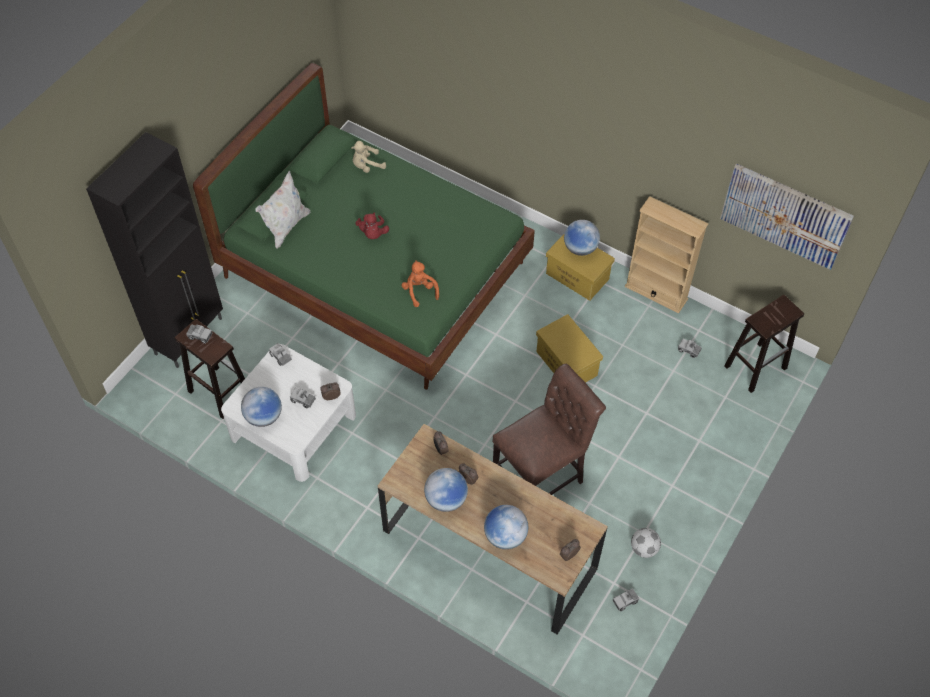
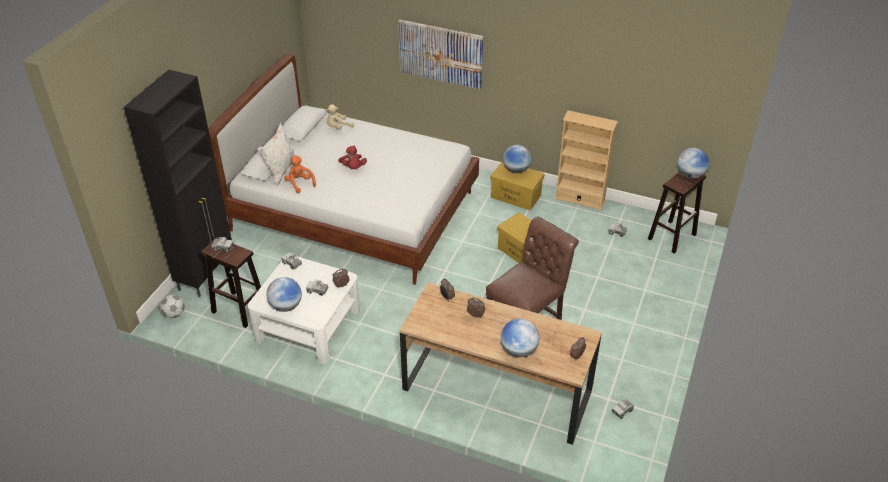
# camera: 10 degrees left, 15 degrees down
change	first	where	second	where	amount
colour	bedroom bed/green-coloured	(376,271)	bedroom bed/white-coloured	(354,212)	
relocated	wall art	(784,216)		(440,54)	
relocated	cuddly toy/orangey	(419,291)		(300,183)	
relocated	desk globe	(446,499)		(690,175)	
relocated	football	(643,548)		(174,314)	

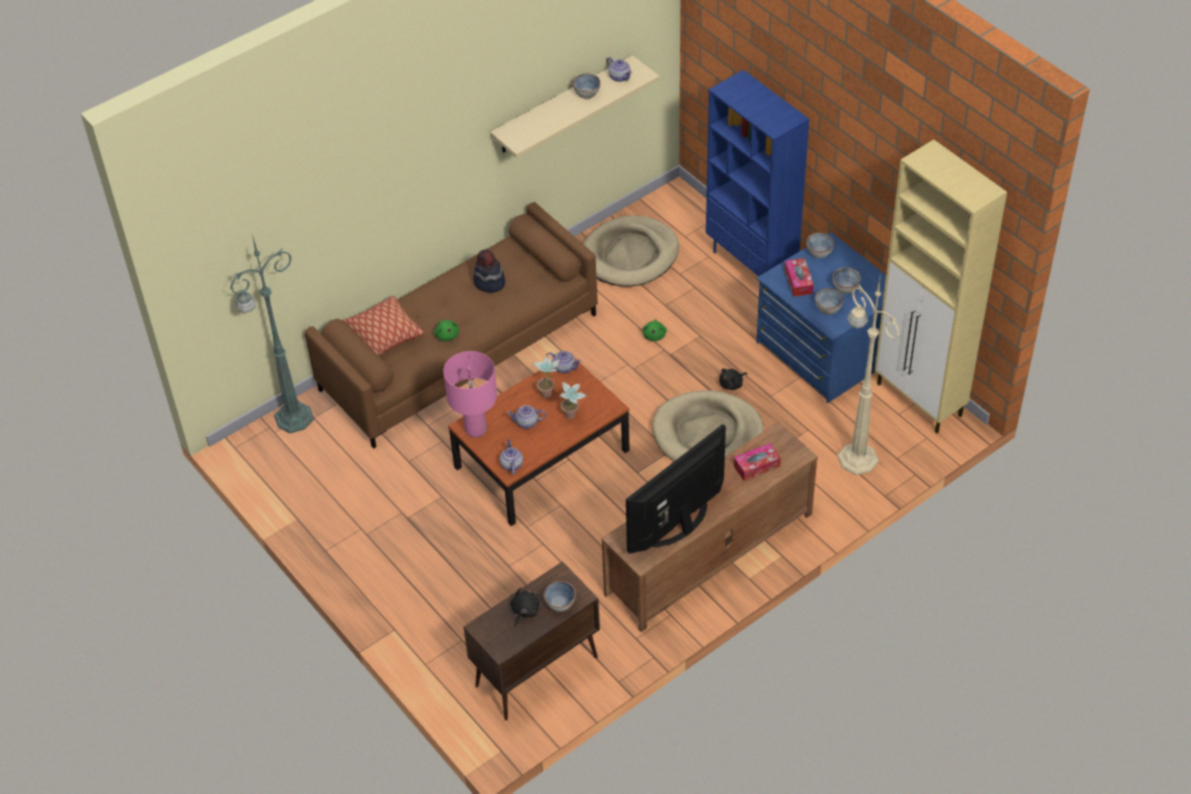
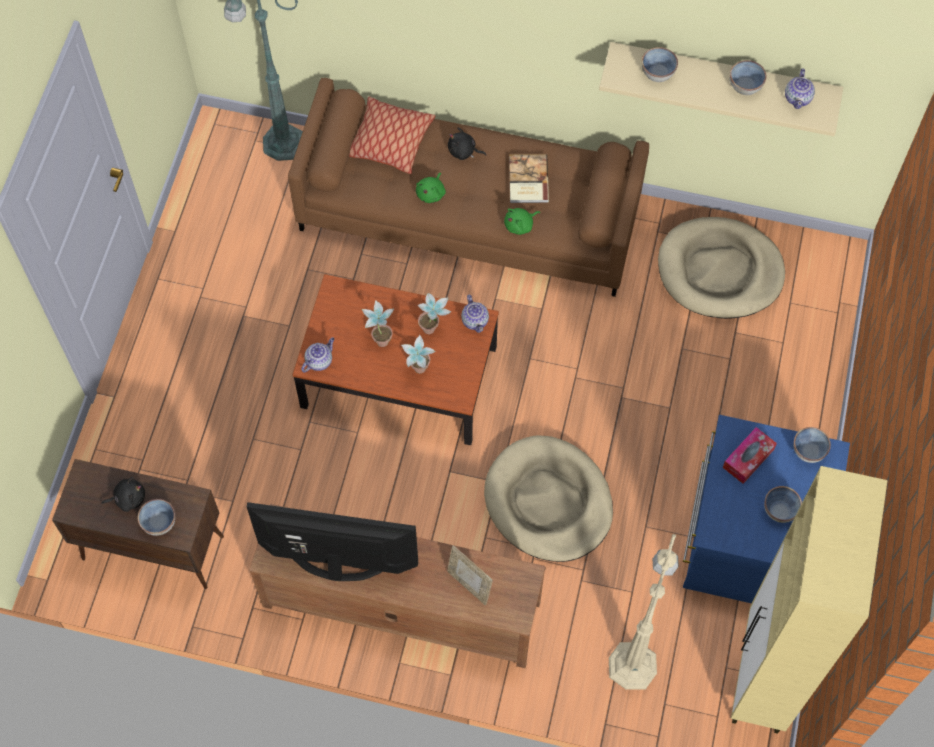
# camera: 50 degrees right, 15 degrees up
change	first	where	second	where	amount
missing	bookcase/blue	(752,264)			
exchanged	wearable hat	(489,282)	bound book	(527,180)	
relocated	bowl	(828,308)		(657,73)	
relocated	cuddly toy/green-coloured	(654,335)		(520,225)	
missing	tabletop lamp/pinkish	(475,429)			
relocated	cuddly toy/blackish	(732,384)		(463,151)	
exchanged	pot for tea	(527,423)	houseplant	(380,338)	
exchanged	box of tissues	(756,466)	standing frame	(469,585)	

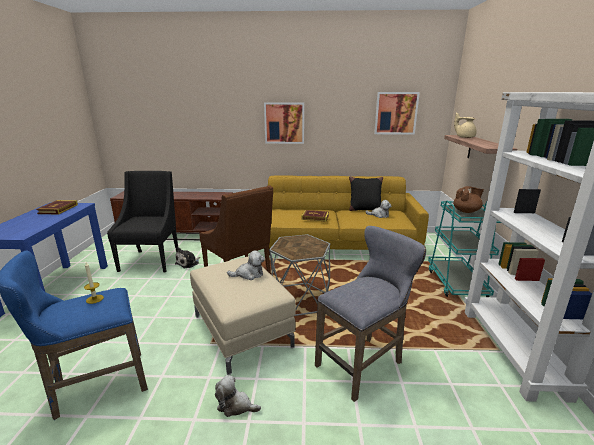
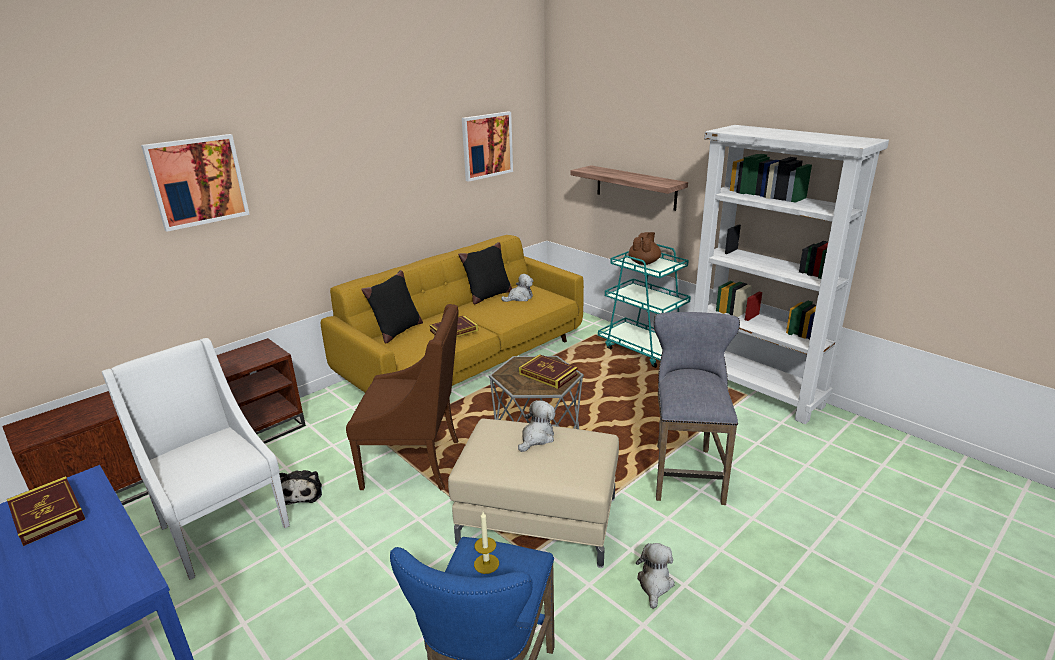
# camera: 45 degrees left, 5 degrees up
change	first	where	second	where	amount
relocated	wall art	(284,123)		(197,181)	
missing	pot for tea/beige	(464,137)			
colour	lounge chair/blackish	(151,260)	lounge chair/white-coloured	(221,525)	
spun	cuddly toy	(235,405)		(654,584)	135 degrees clockwise
appeared			pillow/blackish	(397,332)	
appeared			bound book	(548,374)	

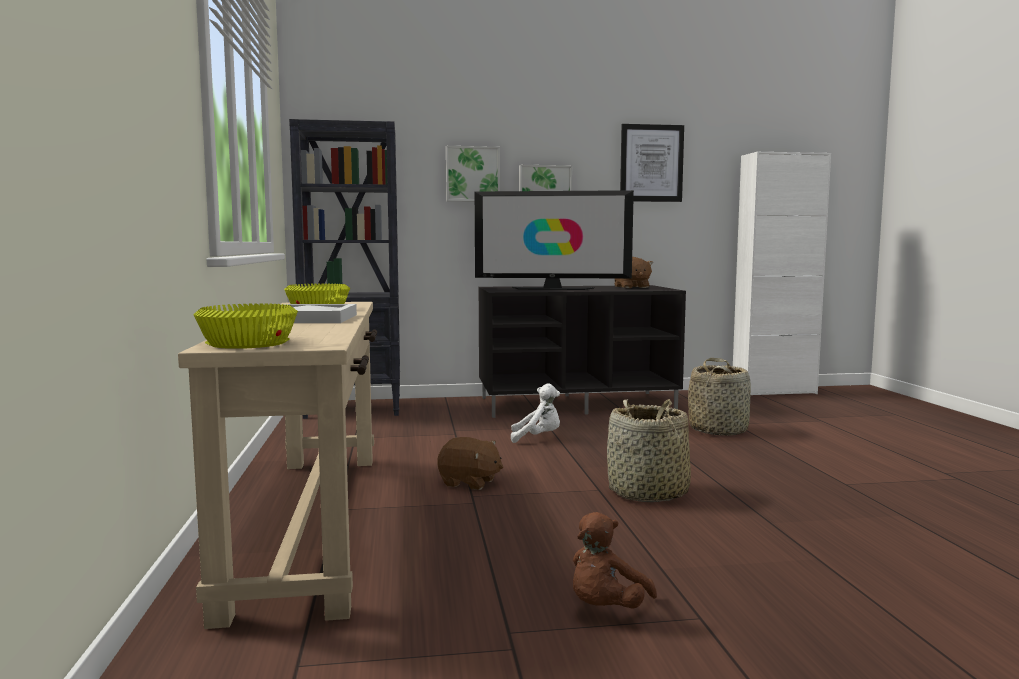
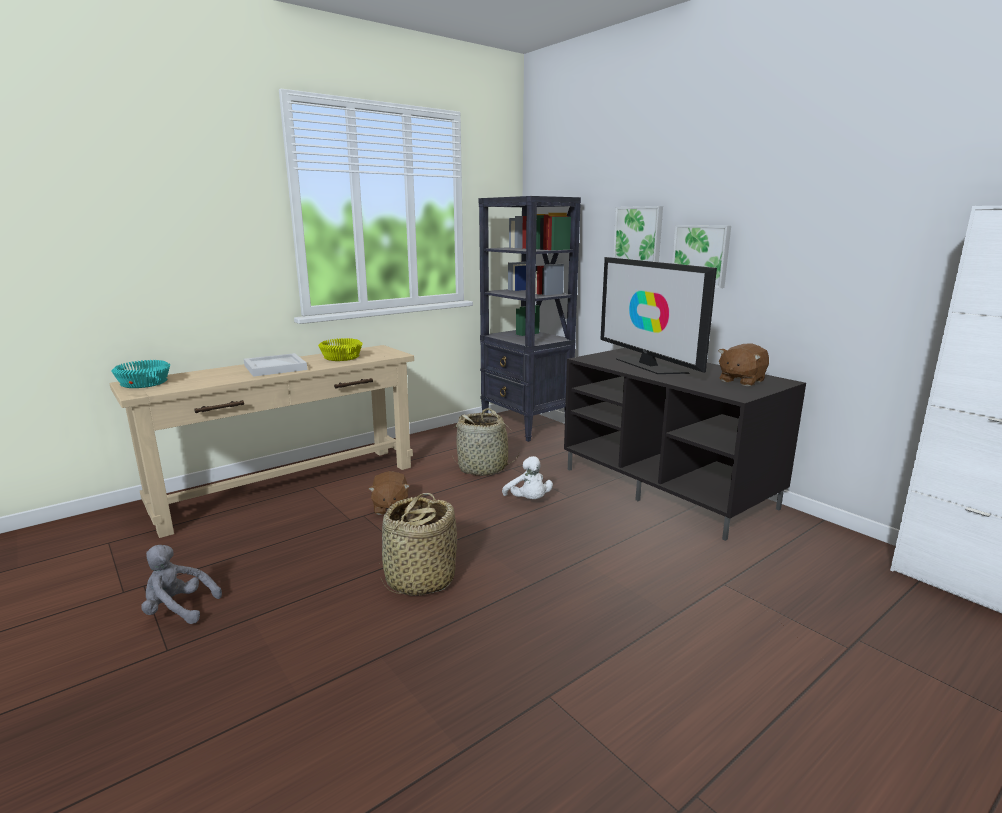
# camera: 60 degrees right, 10 degrees up
change	first	where	second	where	amount
missing	wall art	(651,163)			
colour	bowl/yellow	(248,343)	bowl/blue-green	(143,383)	
relocated	storage basket	(718,430)		(483,468)	
colour	cuddly toy/brown	(606,609)	cuddly toy/gray	(178,609)	

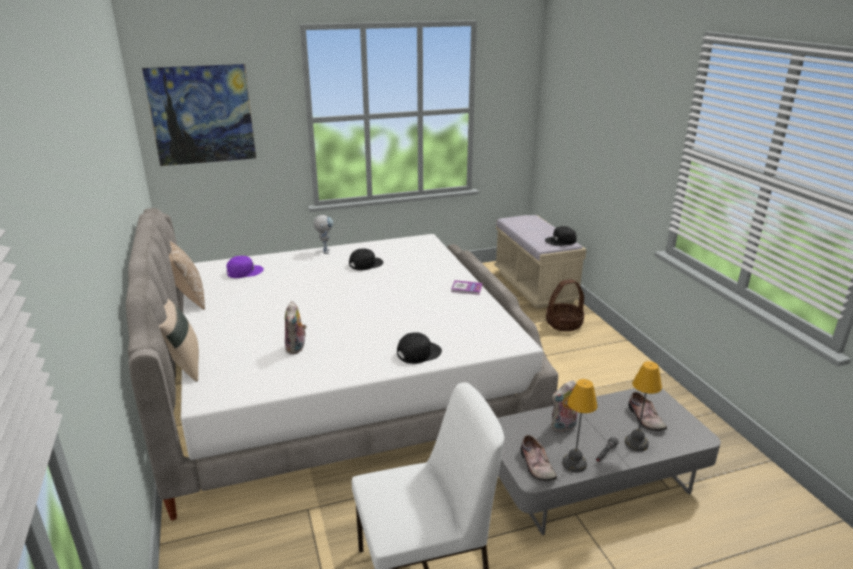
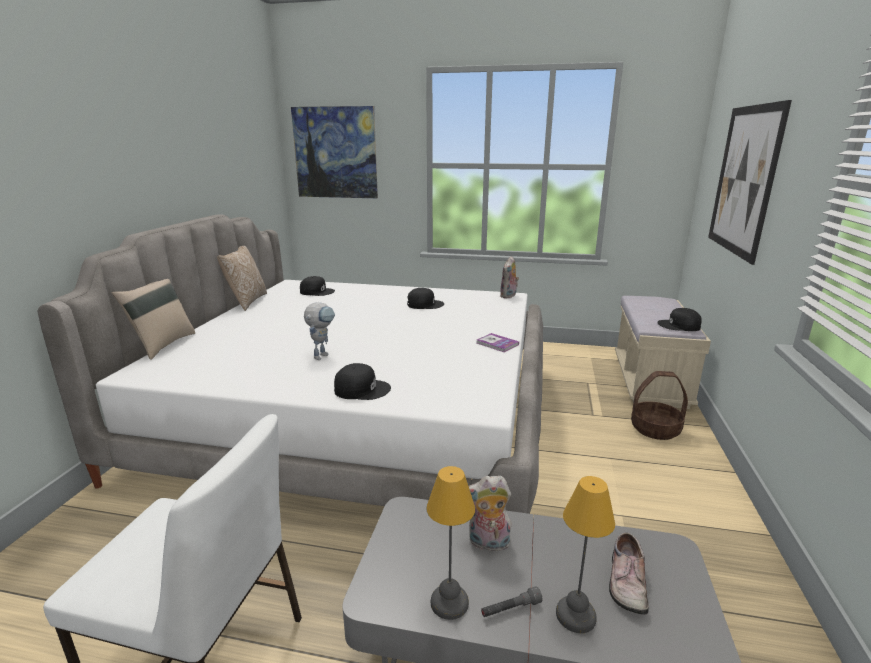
# camera: 30 degrees right, 5 degrees down
change	first	where	second	where	amount
relocated	model robot	(325,250)		(322,354)	
colour	cap/purple-coloured	(244,271)	cap/blackish	(317,291)	
relocated	cuddly toy	(297,348)		(509,296)	
missing	shoe	(535,465)			
appeared			wall art	(744,180)	

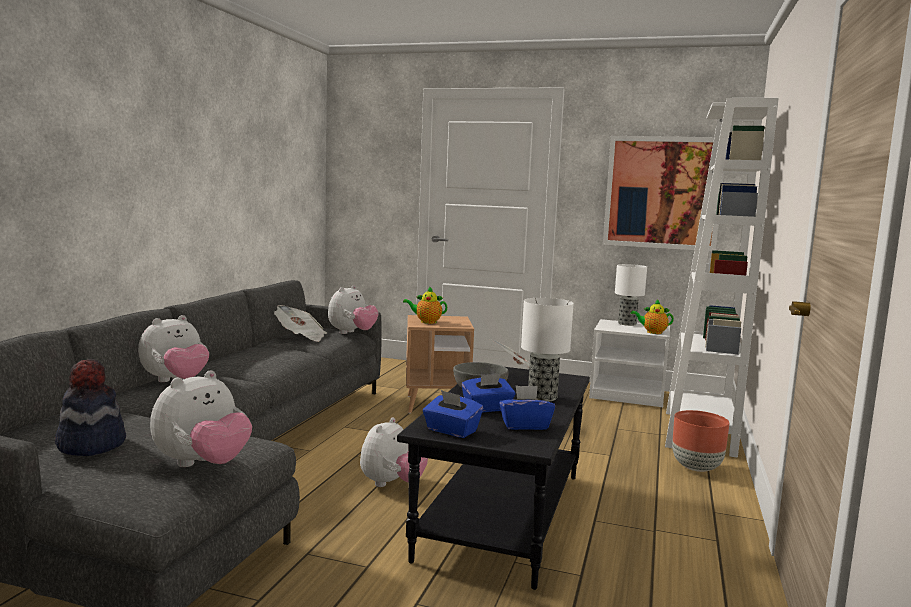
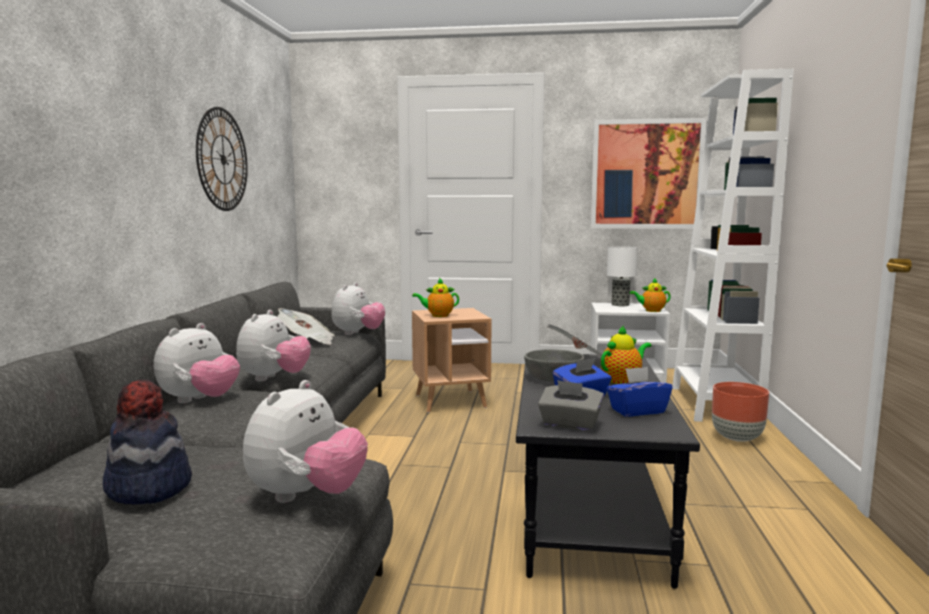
# camera: 10 degrees left, 0 degrees up
change	first	where	second	where	amount
exchanged	tabletop lamp	(542,397)	pot for tea	(622,380)	
colour	box of tissues/blue	(451,431)	box of tissues/gray	(570,424)	
relocated	cuddly toy	(392,484)		(274,378)	
appeared			clock on the wall	(223,159)	

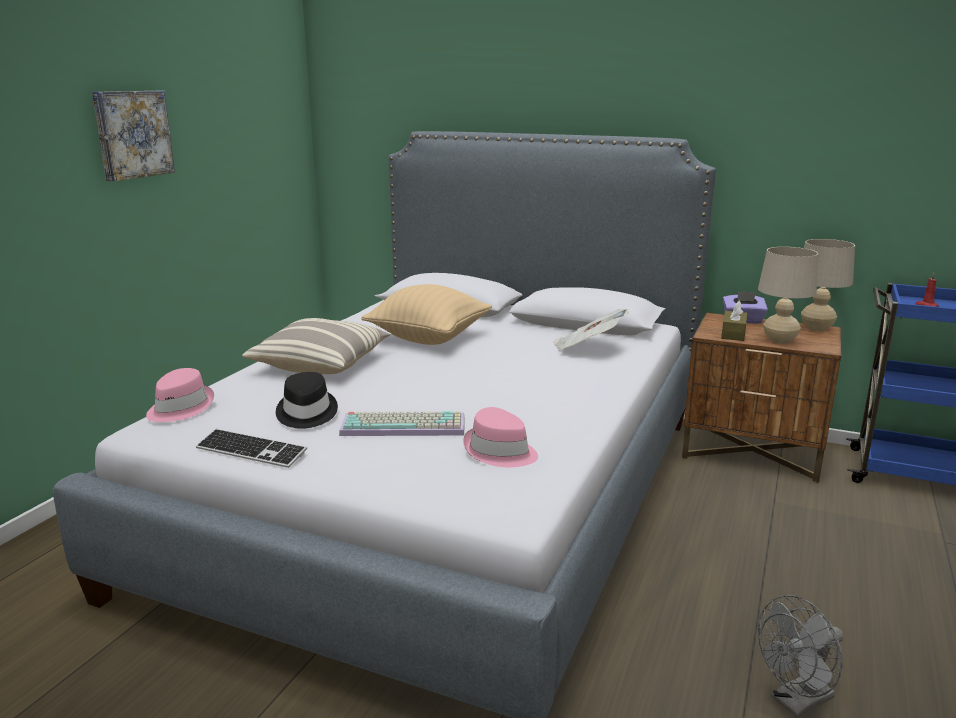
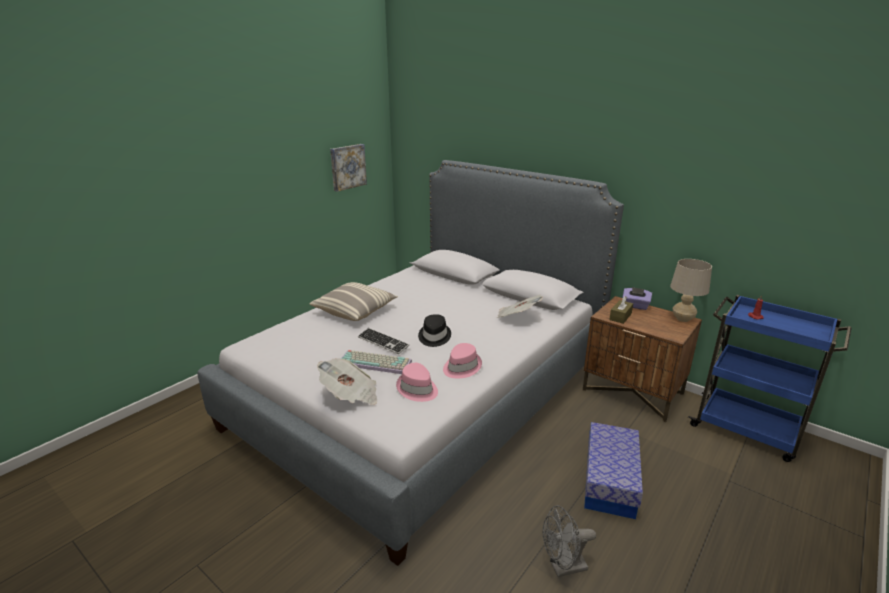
# camera: 15 degrees right, 5 degrees up
change	first	where	second	where	amount
relocated	wall art	(132,134)		(347,167)	
missing	tabletop lamp/beige	(779,341)			
missing	pillow/beige	(429,338)			
relocated	wearable hat/pinkish	(179,408)		(461,367)	
relocated	wearable hat/blackish	(306,413)		(434,337)	
relocated	computer keyboard	(251,451)		(383,342)	
appeared			newspaper	(350,395)	
appeared			storage bin	(610,481)	

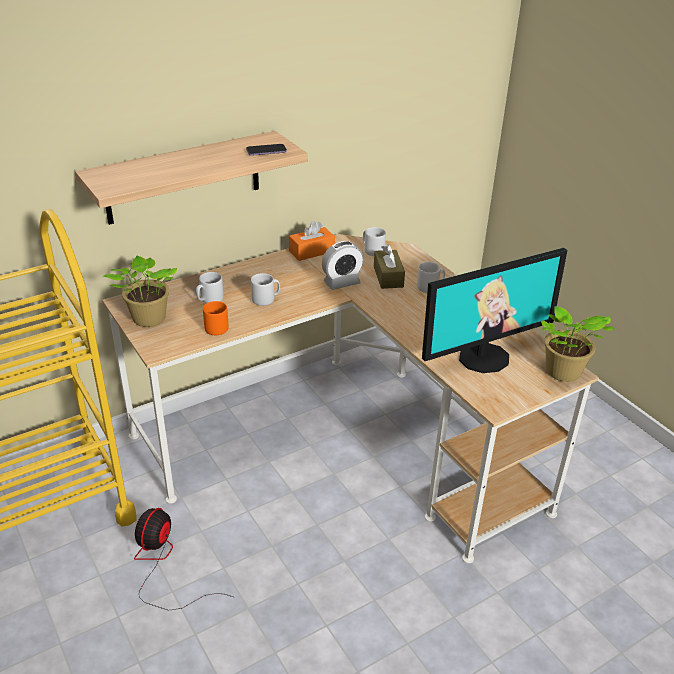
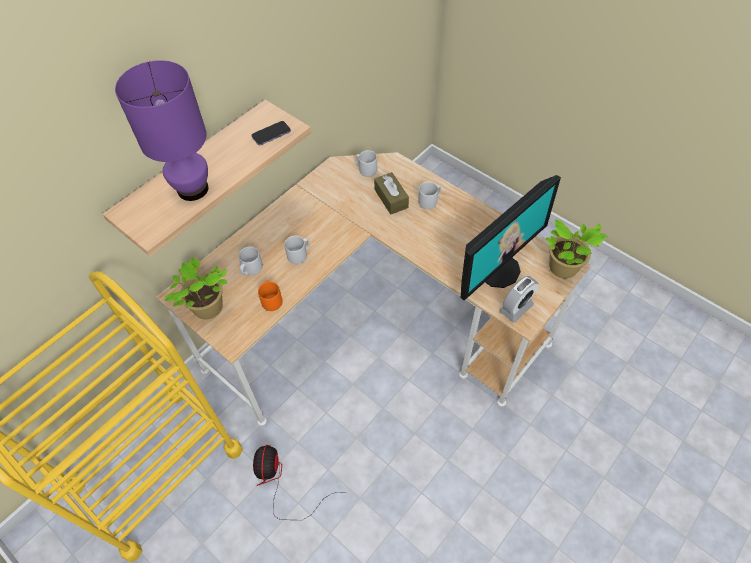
# camera: 15 degrees left, 20 degrees up
change	first	where	second	where	amount
missing	box of tissues/orangey	(311,251)			
relocated	bedside clock	(342,283)		(516,308)	
appeared			tabletop lamp/purple-coloured	(193,188)	

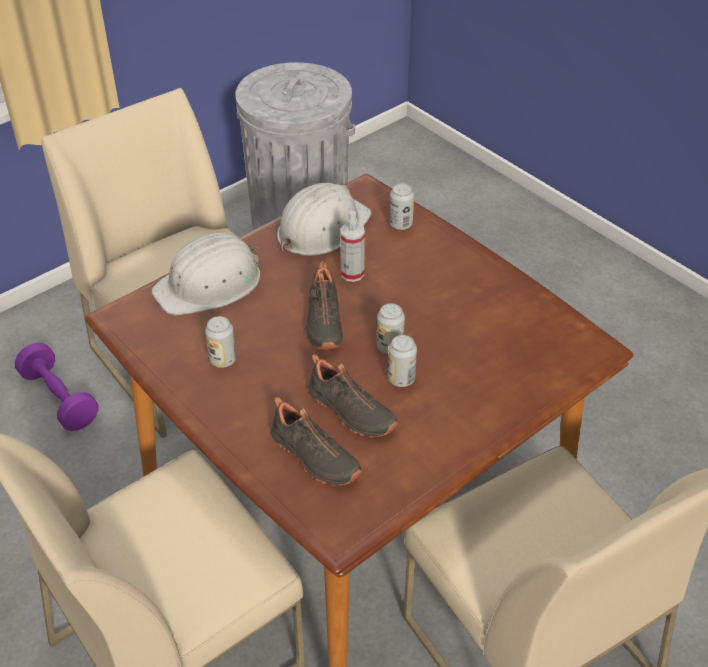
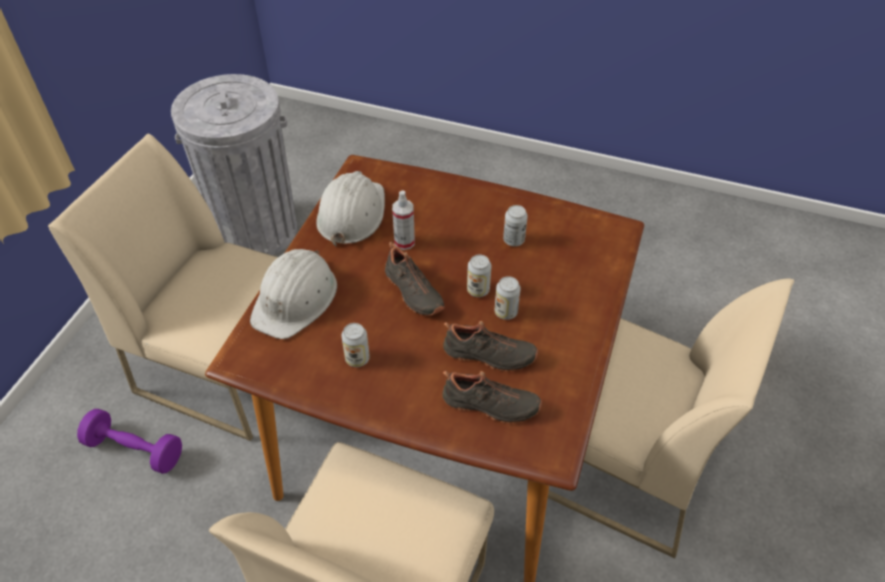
# camera: 30 degrees left, 5 degrees up
change	first	where	second	where	amount
relocated	metal can	(400,224)		(513,240)	

